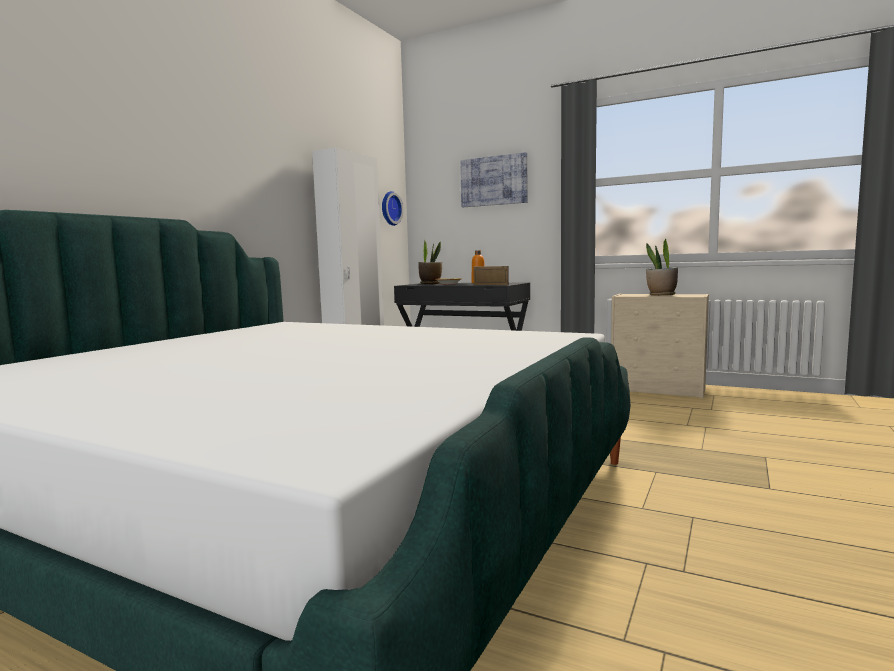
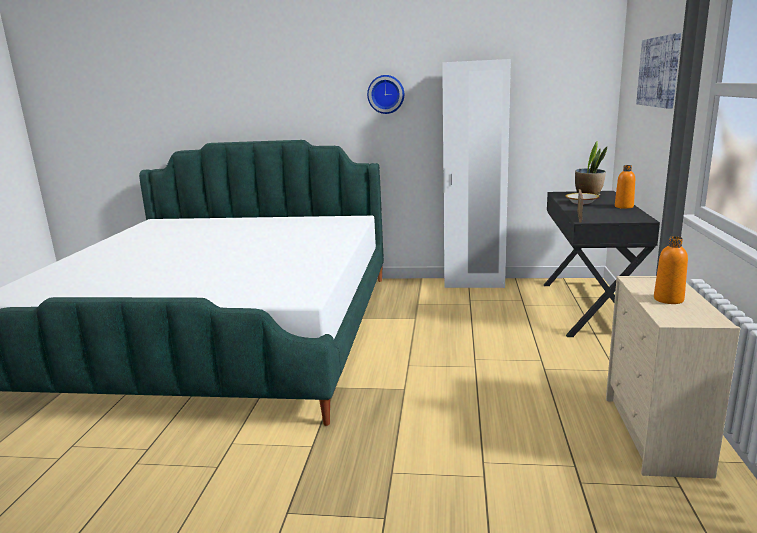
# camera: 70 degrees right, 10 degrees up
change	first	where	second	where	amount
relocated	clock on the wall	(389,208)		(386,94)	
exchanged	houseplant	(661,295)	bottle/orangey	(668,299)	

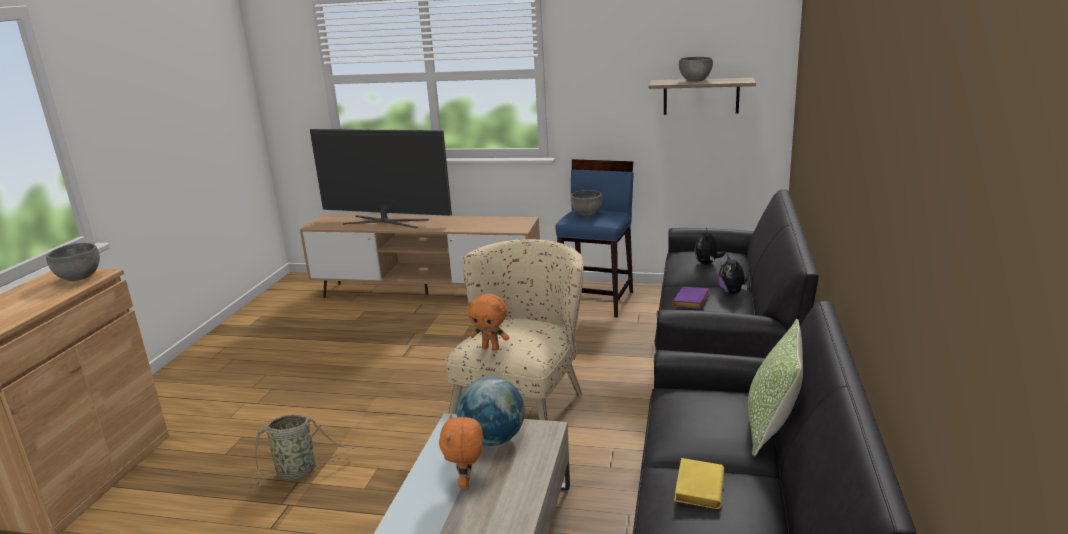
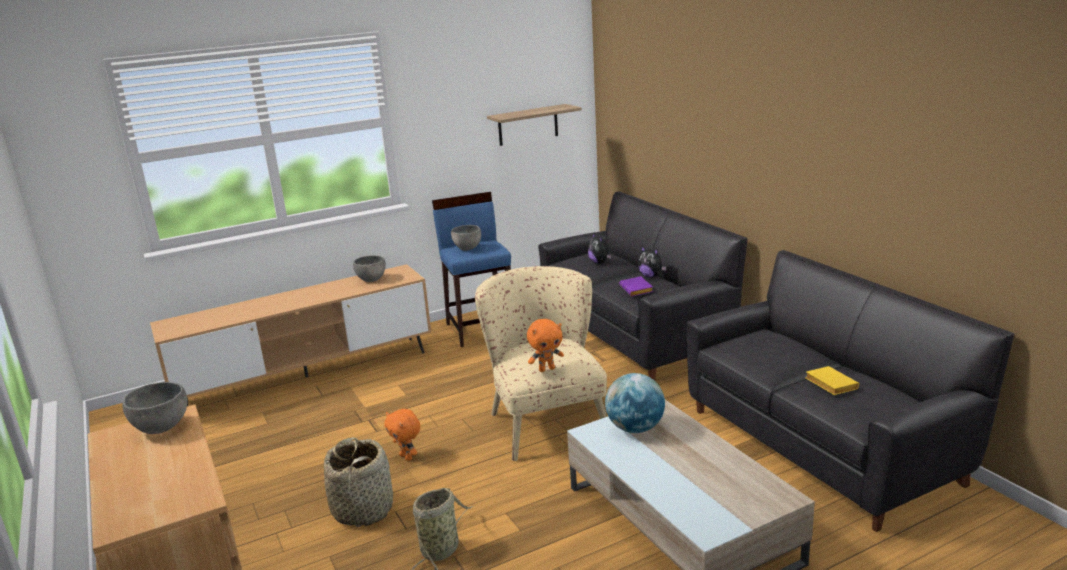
# camera: 40 degrees left, 0 degrees up
change	first	where	second	where	amount
relocated	bowl/gray	(695,80)		(371,279)	
missing	TV set	(386,221)			
missing	pillow	(771,427)			
relocated	cuddly toy/orangey	(466,483)		(407,457)	
appeared			storage basket	(363,509)	

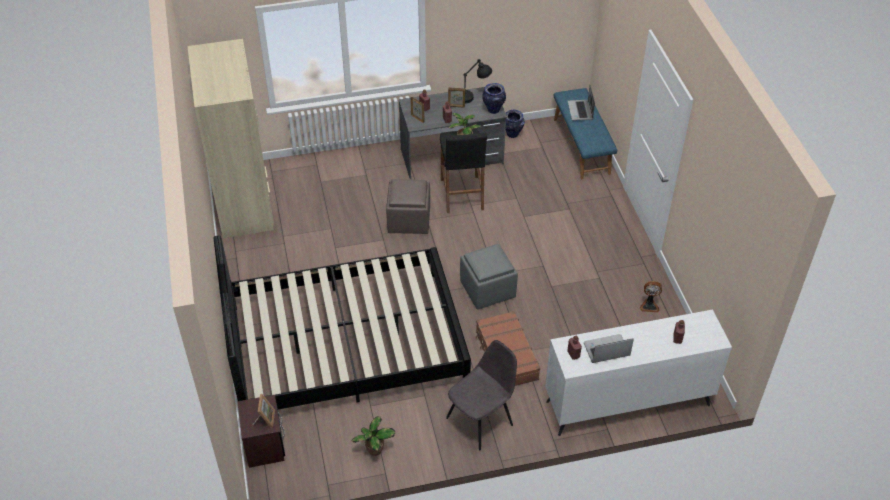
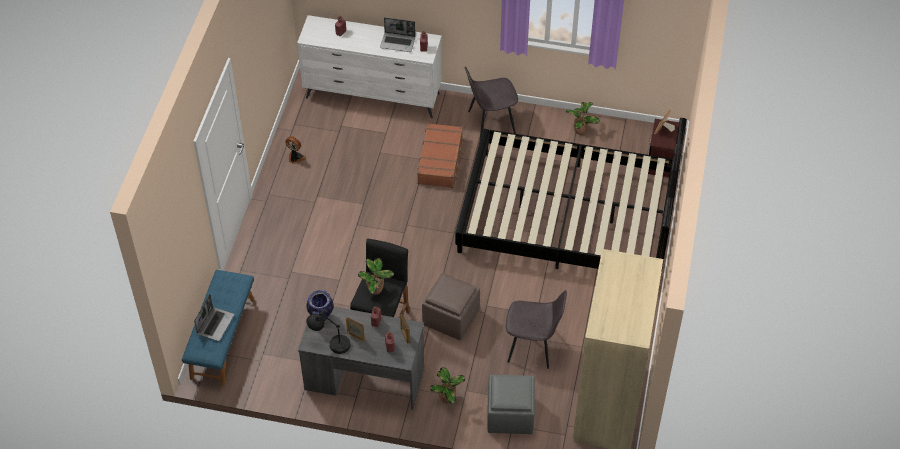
# camera: 155 degrees left, 5 degrees up
change	first	where	second	where	amount
missing	flower vase	(512,134)			
relocated	footrest/gray	(487,289)		(509,415)	
appeared			chair/gray	(533,346)	
appeared			houseplant	(448,398)	

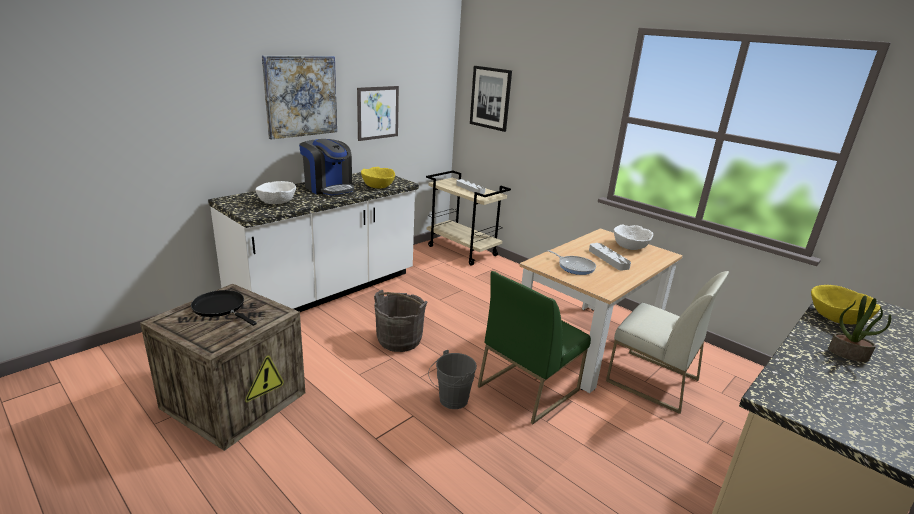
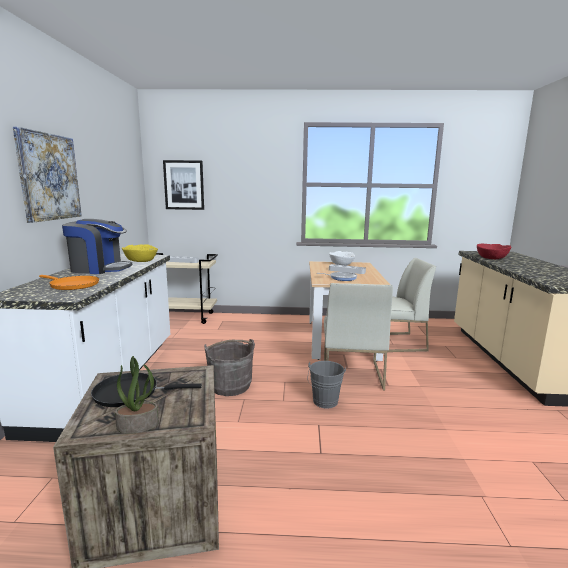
# camera: 40 degrees left, 10 degrees down
change	first	where	second	where	amount
missing	wall art	(378,113)			
exchanged	bowl/white-coloured	(276,202)	skillet/orangey	(72,285)	
colour	chair/green-coloured	(528,387)	chair/white-coloured	(351,373)	
colour	bowl/yellow	(837,317)	bowl/red	(492,258)	
relocated	houseplant	(848,354)		(138,425)	

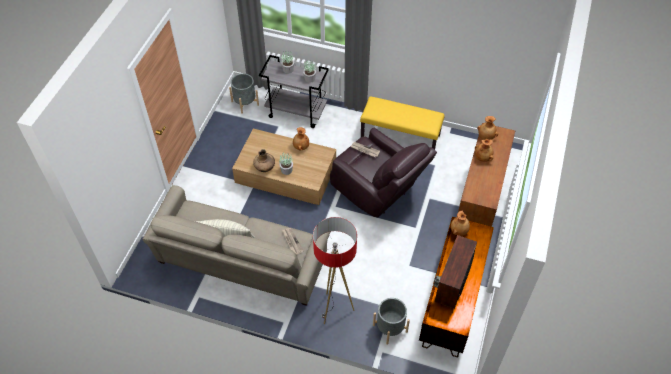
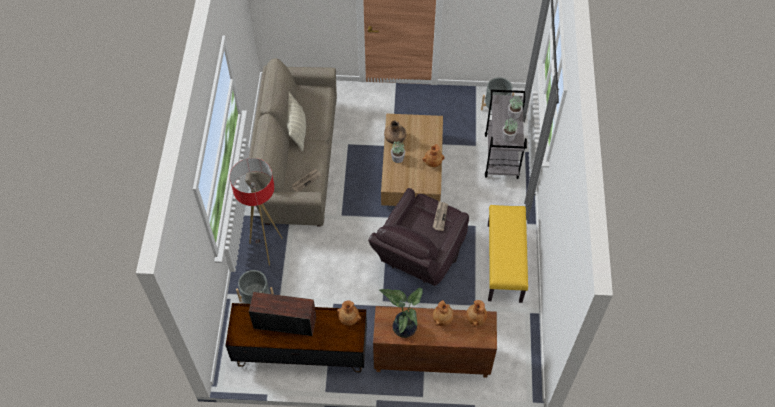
# camera: 75 degrees right, 5 degrees up
change	first	where	second	where	amount
appeared			houseplant	(404,326)	

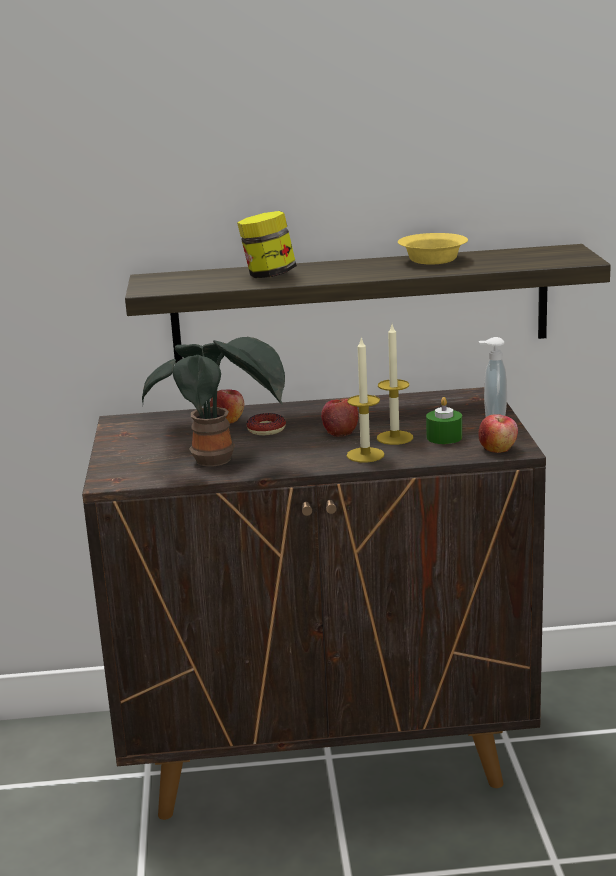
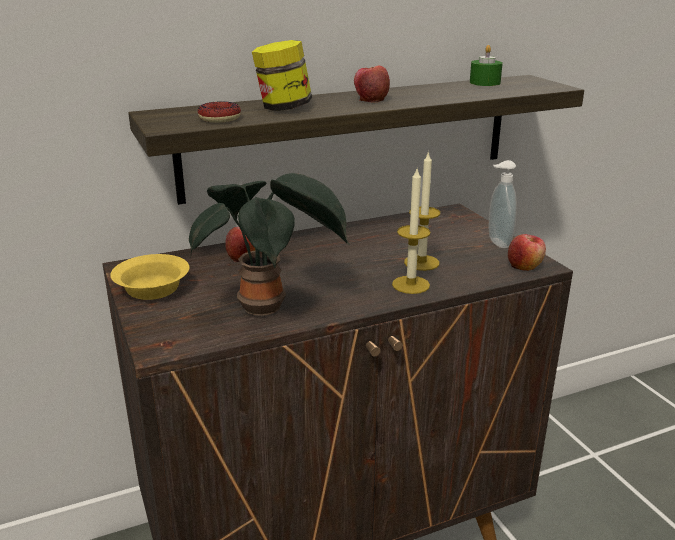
# camera: 20 degrees left, 5 degrees up
change	first	where	second	where	amount
relocated	bowl/yellow	(431,260)		(151,289)	
relocated	wax light/green-coloured	(444,437)		(485,82)	
relocated	apple	(340,431)		(371,99)	
relocated	ring doughnut	(266,429)		(220,118)	

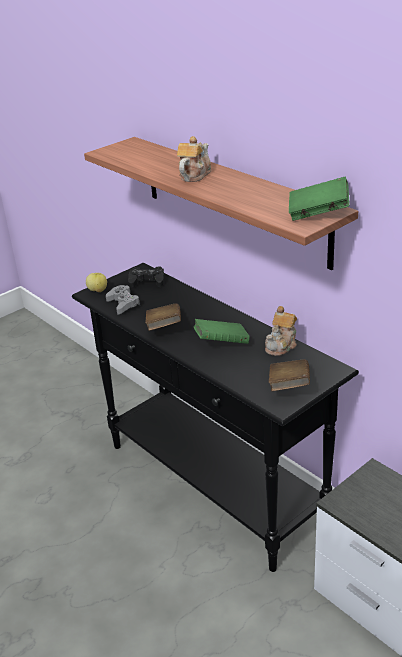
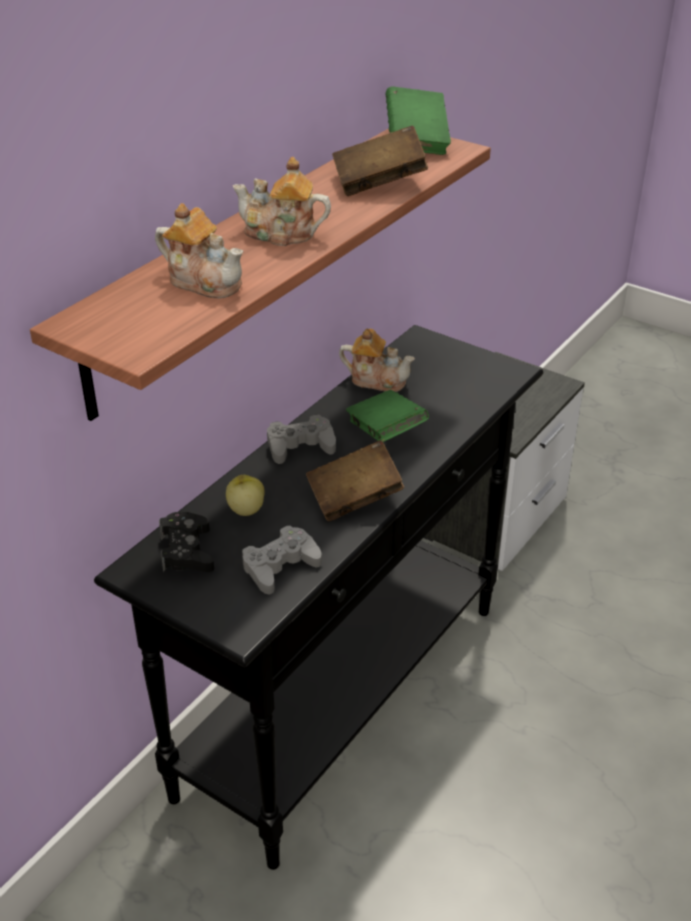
# camera: 105 degrees left, 5 degrees up
change	first	where	second	where	amount
relocated	apple	(98,290)		(246,510)	
relocated	bound book/brown	(289,386)		(379,183)	
appeared			pot for tea	(204,281)	
appeared			gamepad/gray	(300,446)	

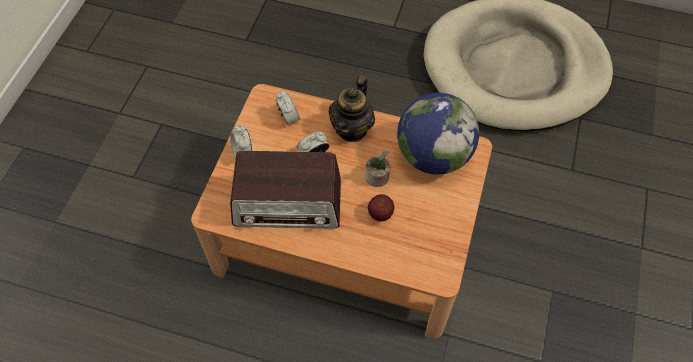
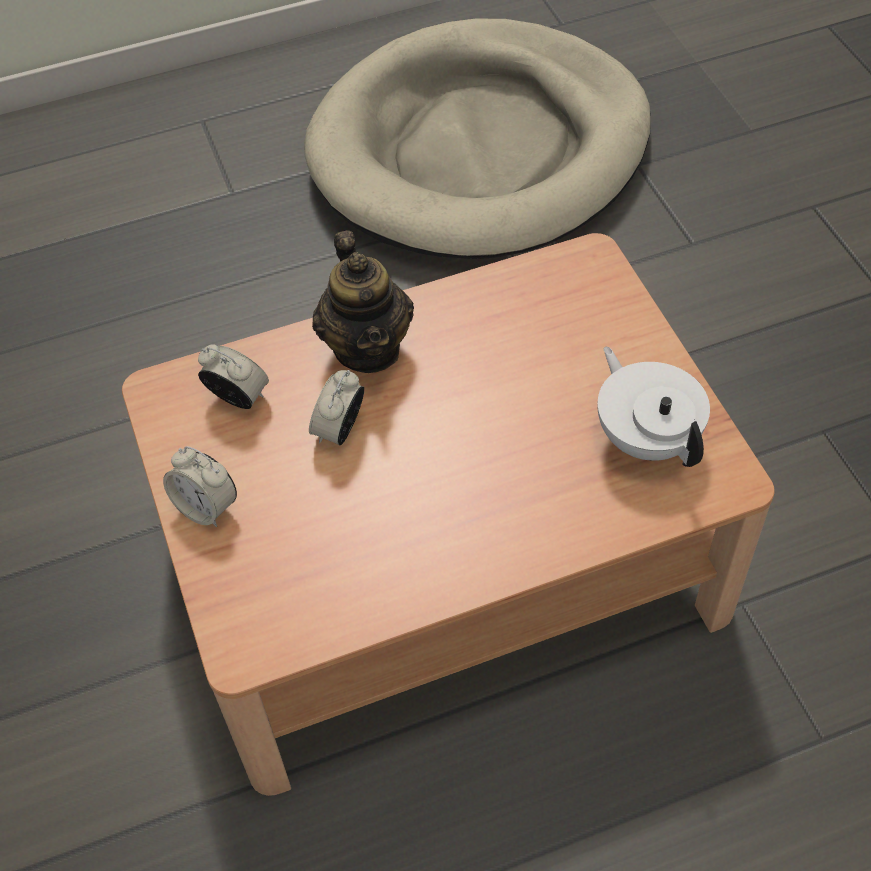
# camera: 35 degrees left, 5 degrees down
change	first	where	second	where	amount
missing	desk globe	(433,156)			
missing	houseplant	(378,178)			
missing	radio	(288,203)			
missing	apple	(380,214)			
appeared			pot for tea/white-coloured	(647,437)	

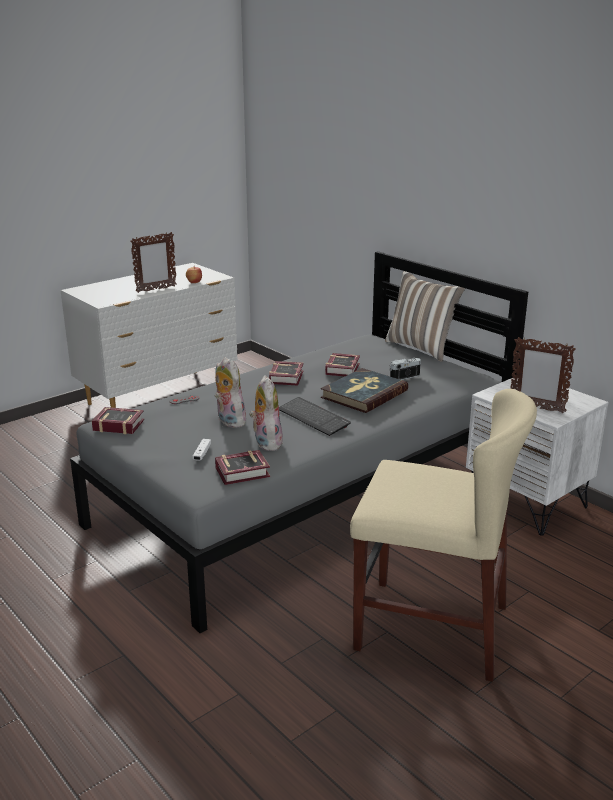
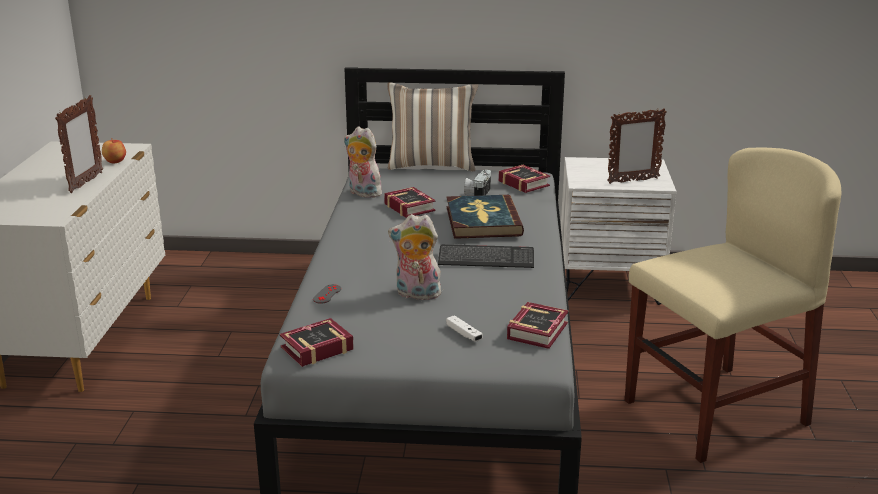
# camera: 45 degrees left, 0 degrees up
change	first	where	second	where	amount
relocated	bound book	(288,377)		(523,182)	
relocated	cuddly toy	(266,442)		(362,193)	

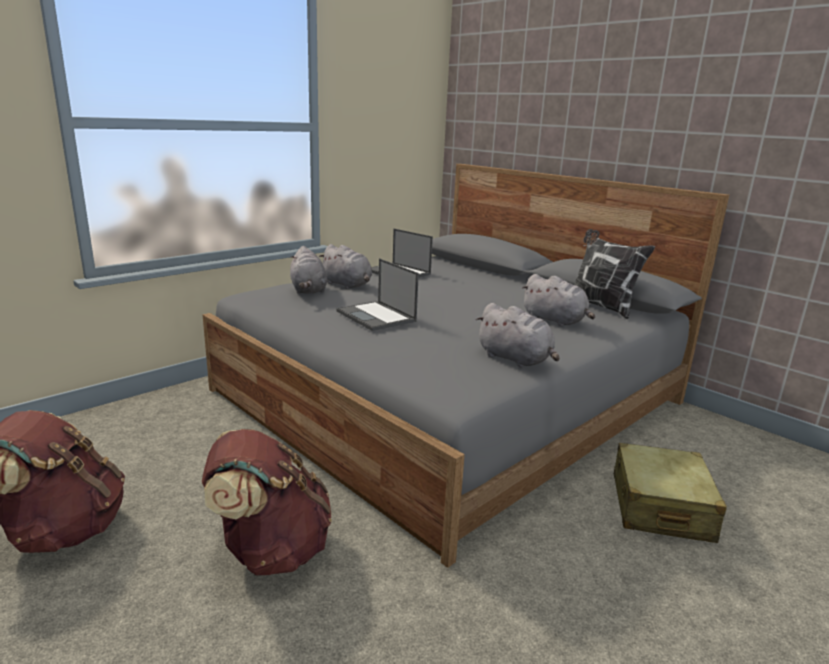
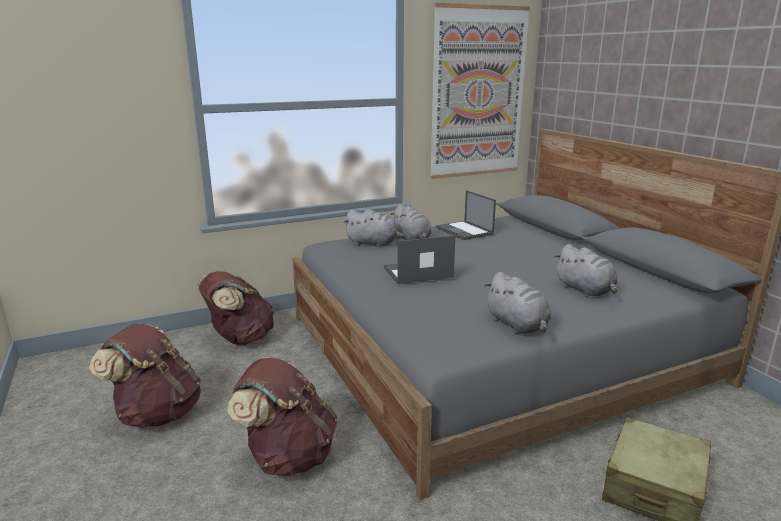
# camera: 20 degrees right, 0 degrees up
change	first	where	second	where	amount
missing	pillow	(601,307)			
spun	cuddly toy/gray	(308,290)		(374,244)	75 degrees counterclockwise
spun	notebook computer	(377,316)		(417,272)	90 degrees clockwise
appeared			wall art	(478,93)	
appeared			backpack/brown	(240,338)	

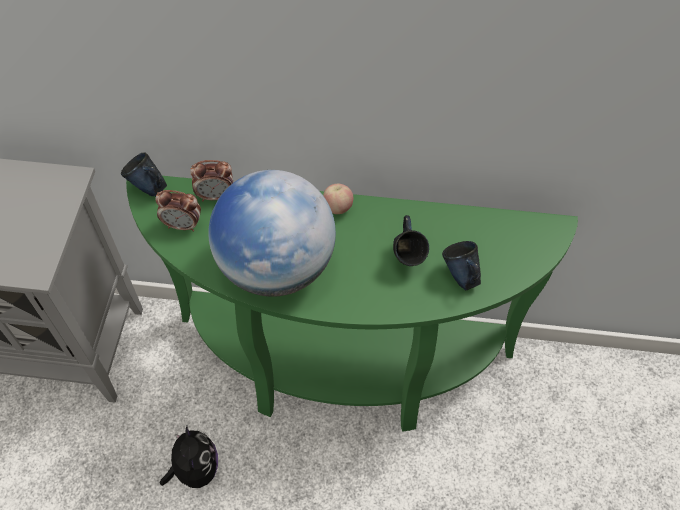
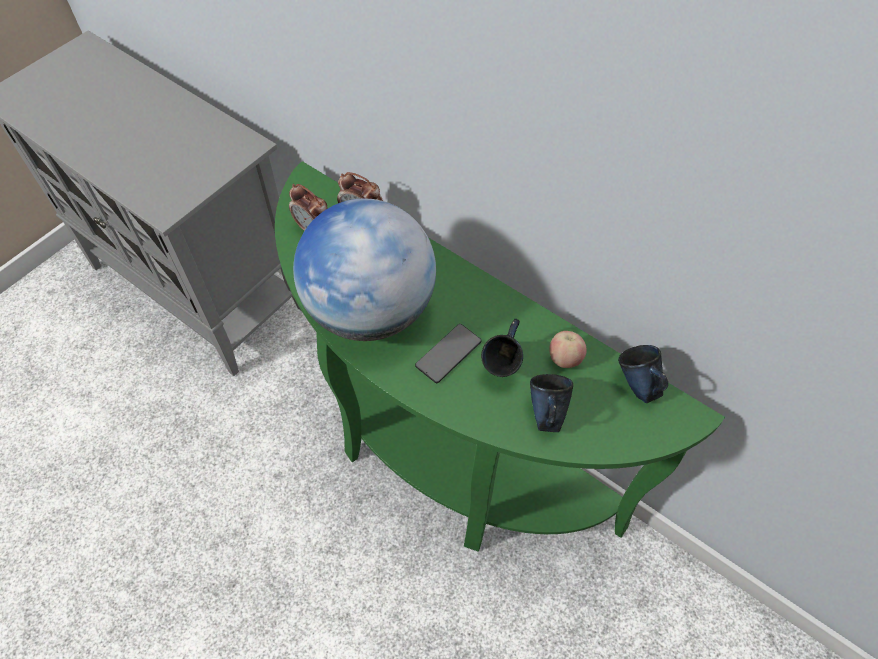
# camera: 30 degrees right, 0 degrees up
change	first	where	second	where	amount
relocated	coffee mug/blue	(149,189)		(637,387)	
relocated	apple	(338,208)		(564,359)	
missing	cuddly toy	(195,469)			
appeared			handset	(448,354)	

